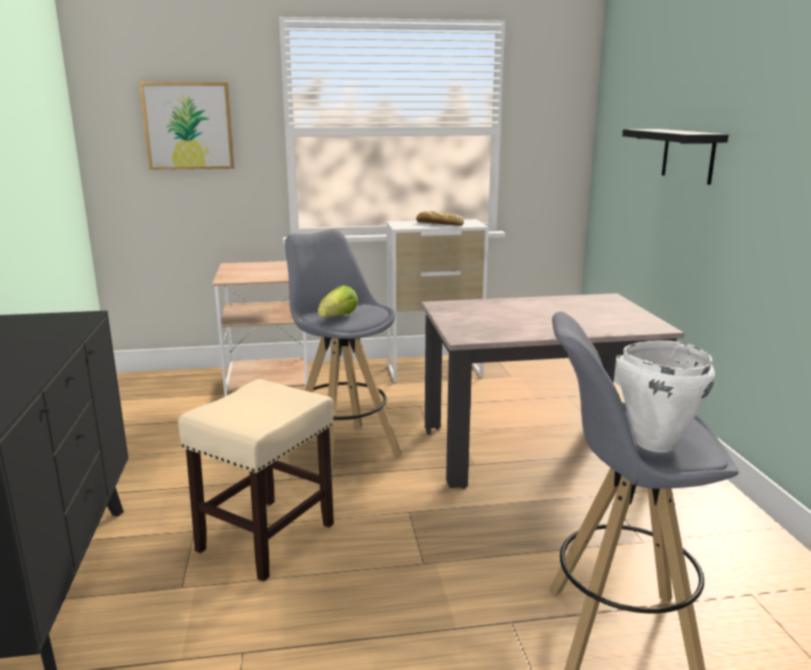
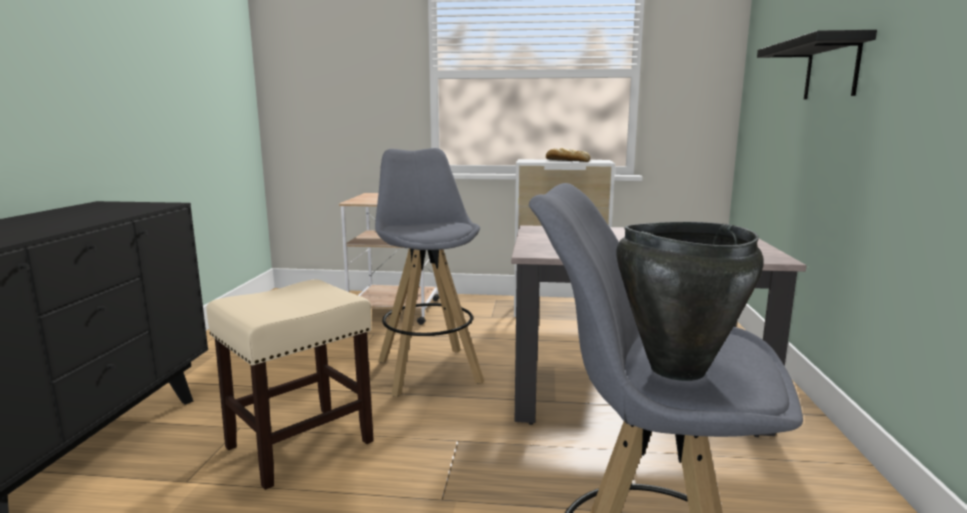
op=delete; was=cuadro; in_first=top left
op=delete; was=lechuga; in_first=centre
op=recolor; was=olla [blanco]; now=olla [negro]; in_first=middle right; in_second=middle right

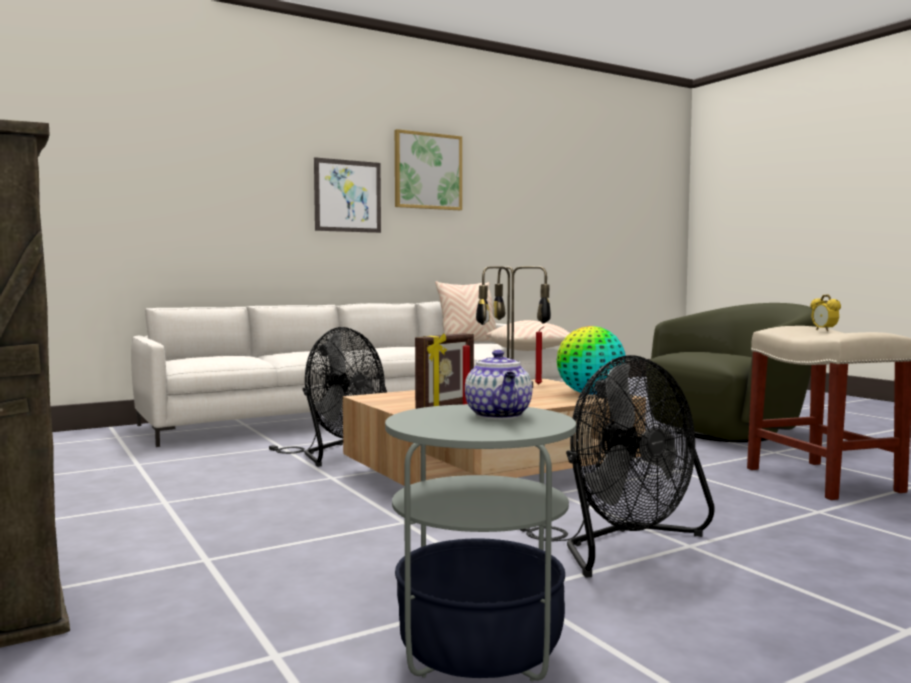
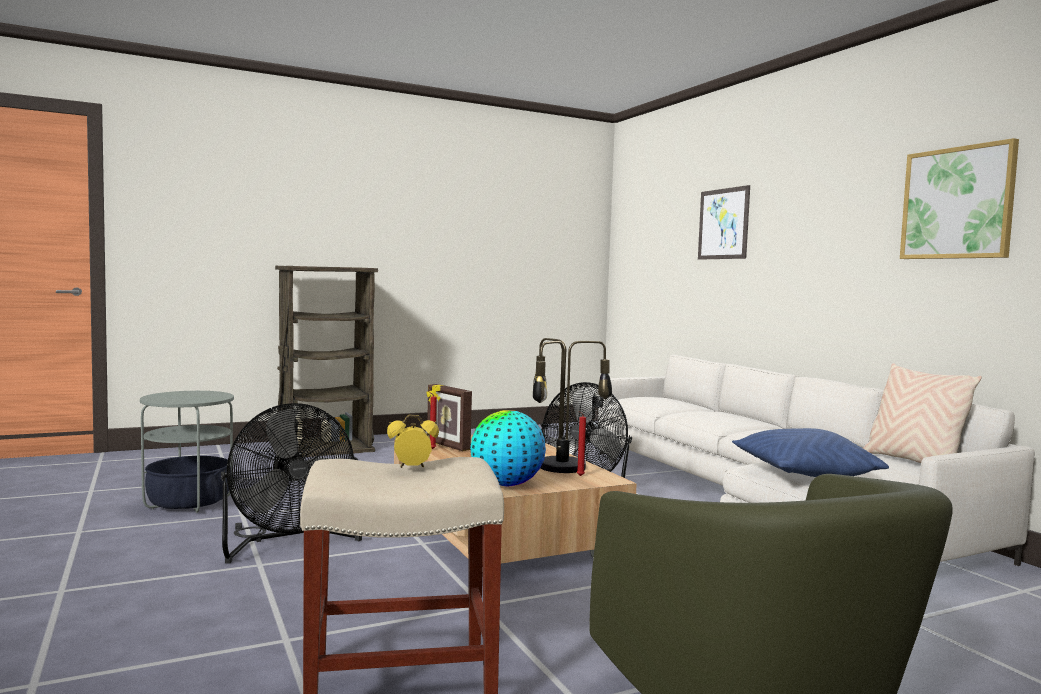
op=move; was=cuadro (1st from left); in_first=top centre; in_second=top right
op=delete; was=tetera; in_first=centre
op=recolor; was=cojín [beis] (2nd from left); now=cojín [azul]; in_first=centre; in_second=middle right
op=rotate; was=ventilador [negro] (2nd from left in the first image); in_first=bottom right; in_second=bottom left; clockwise=-90

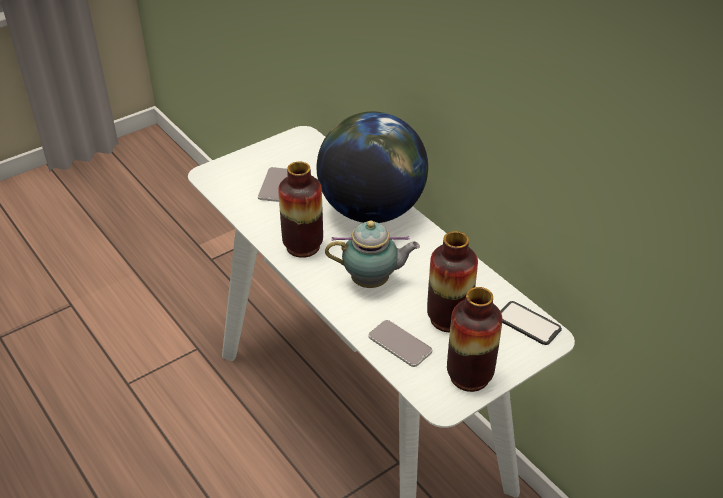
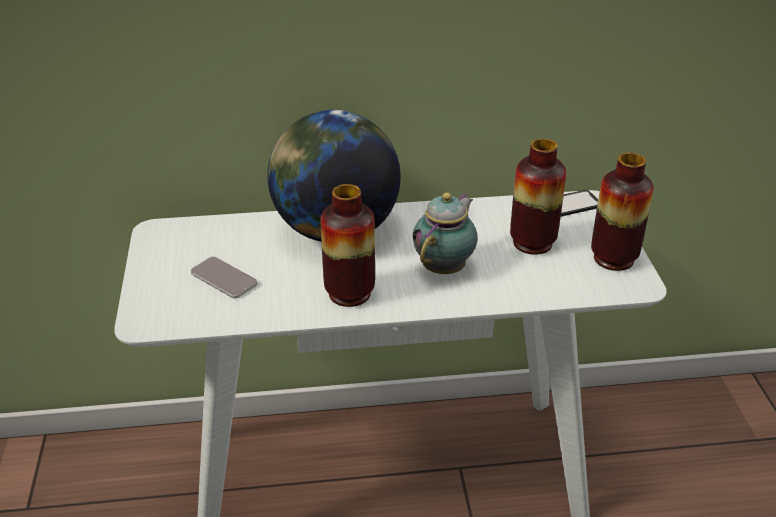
op=delete; was=móvil (2nd from left); in_first=bottom centre

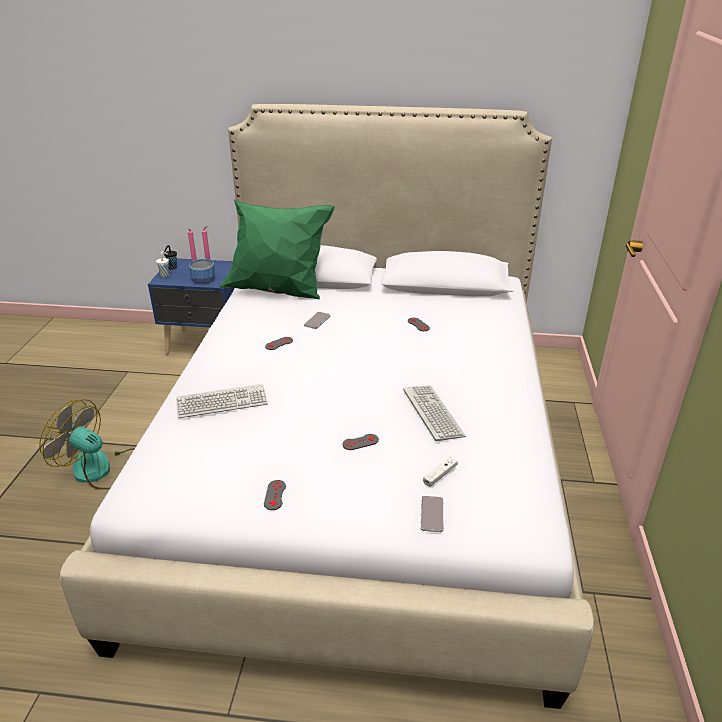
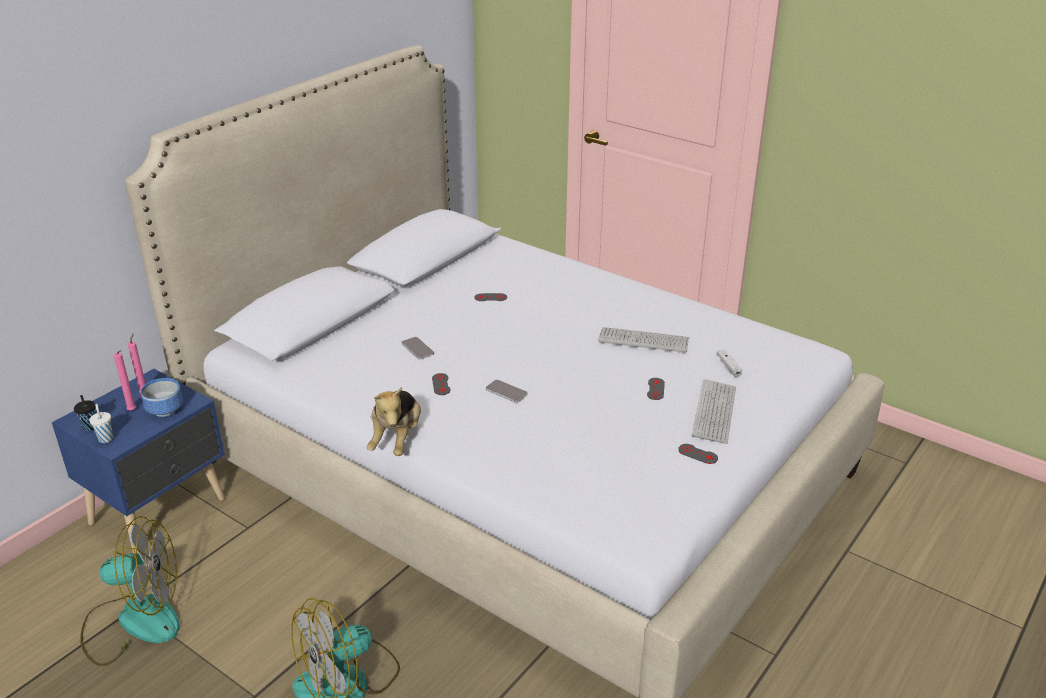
op=move; was=teclado (1st from left in the first image); now=teclado (2nd from left); in_first=middle left; in_second=middle right
op=delete; was=cojín [verde]; in_first=centre
op=move; was=móvil (2nd from left); in_first=bottom centre; in_second=centre
op=insert; now=ventilador (1st from left); in_second=bottom left
op=insert; now=peluche; in_second=centre

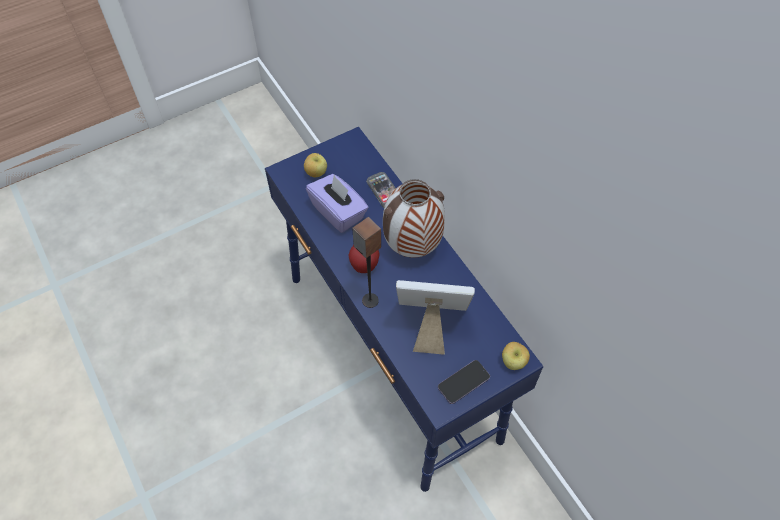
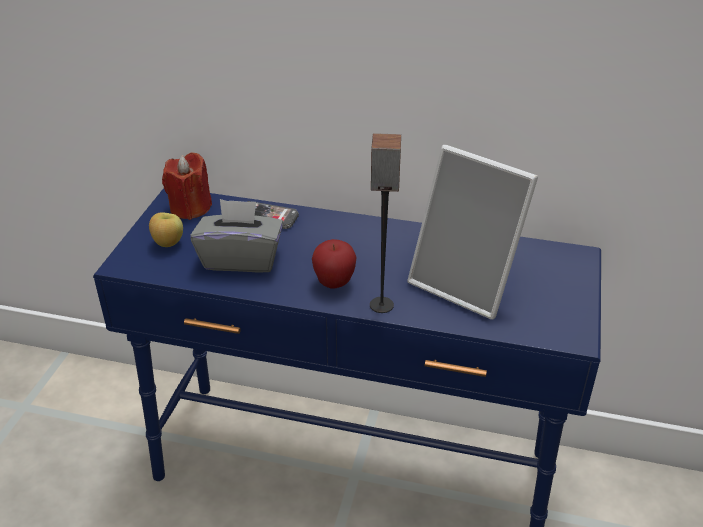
op=recolor; was=caja de pañuelos [morado]; now=caja de pañuelos [gris]; in_first=centre; in_second=centre
op=delete; was=florero; in_first=centre
op=rotate; was=portarretratos; in_first=centre; in_second=middle right; clockwise=-105
op=delete; was=móvil (2nd from left); in_first=bottom centre
op=delete; was=manzana (3rd from left); in_first=bottom centre
op=insert; now=vela [rojo]; in_second=middle left

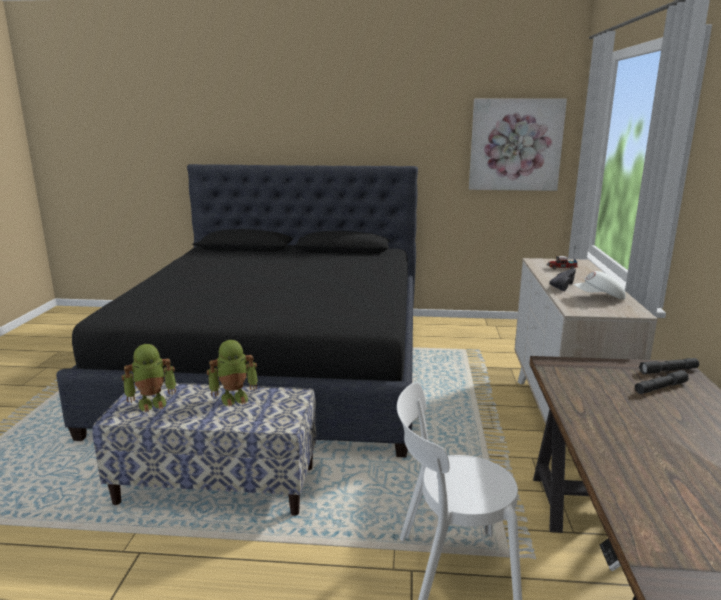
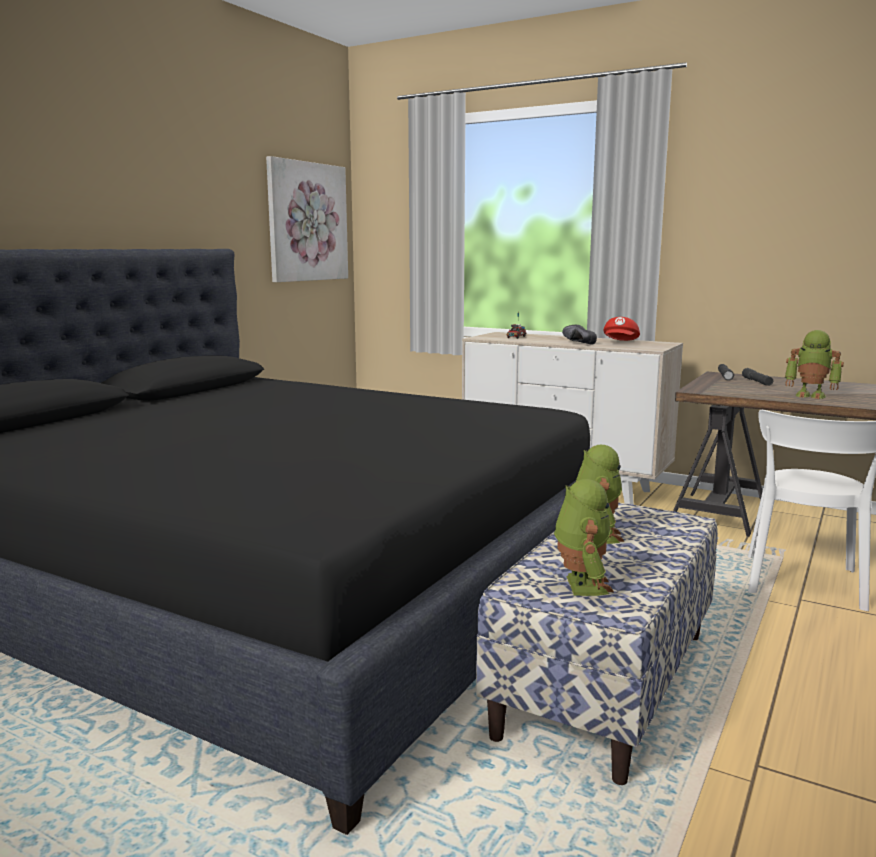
op=recolor; was=gorra [blanco]; now=gorra [rojo]; in_first=middle right; in_second=middle right
op=insert; now=robot de juguete (3rd from left); in_second=middle right

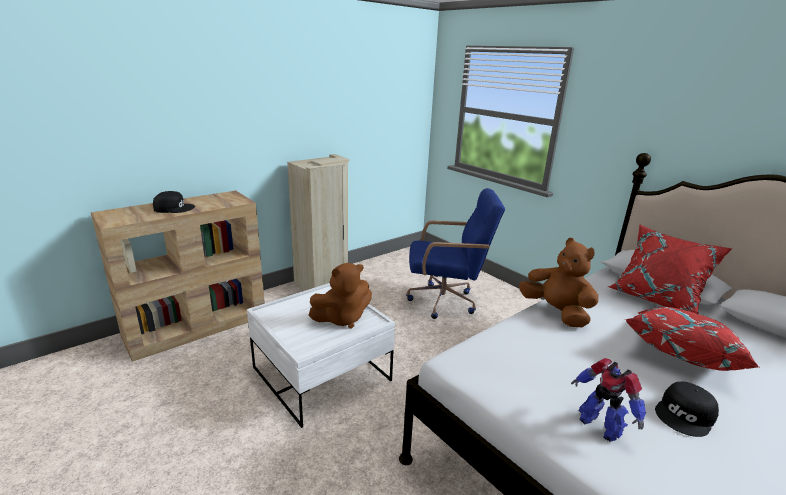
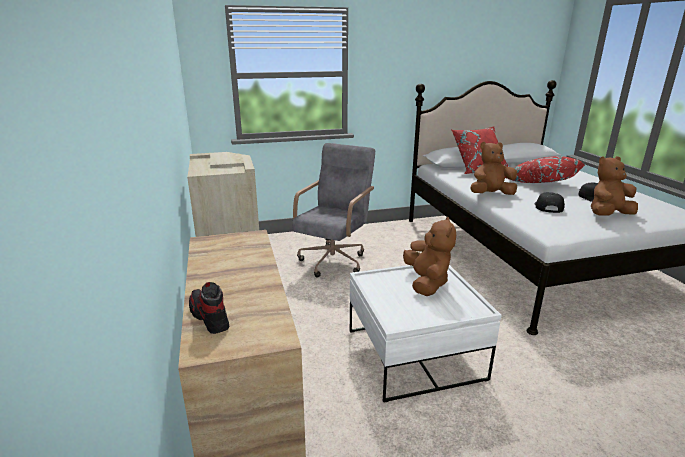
op=move; was=gorra [negro] (1st from left); in_first=middle left; in_second=middle right
op=recolor; was=silla de oficina [azul]; now=silla de oficina [gris]; in_first=centre; in_second=centre
op=replace; was=robot de juguete; now=peluche [marrón] (3rd from left); in_first=bottom right; in_second=middle right
op=insert; now=zapato; in_second=bottom left

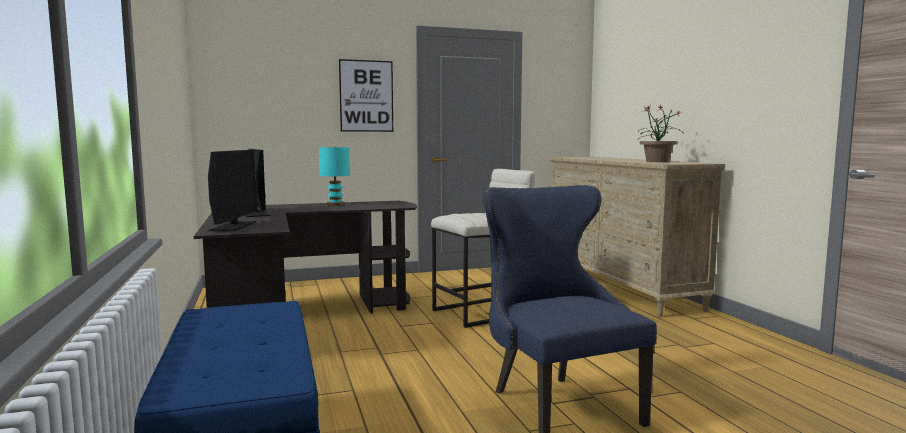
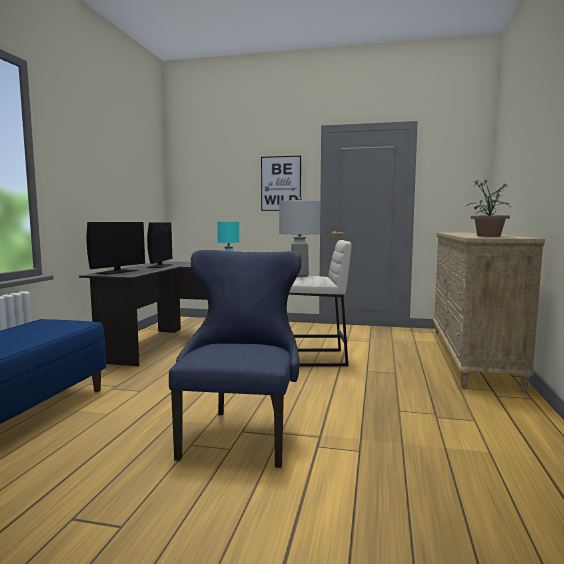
op=insert; now=lámpara de mesa [gris]; in_second=centre

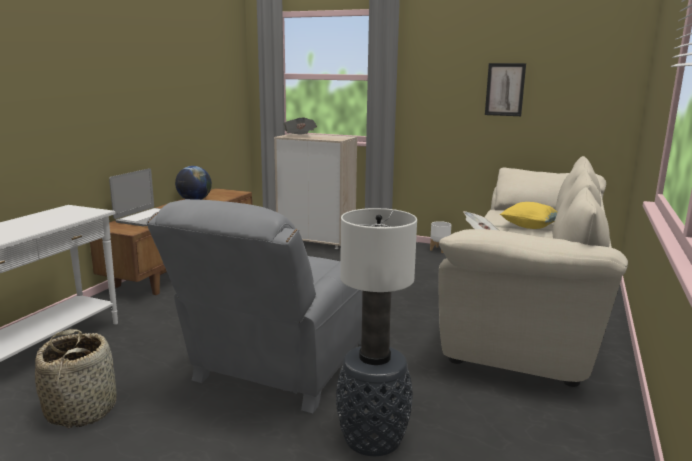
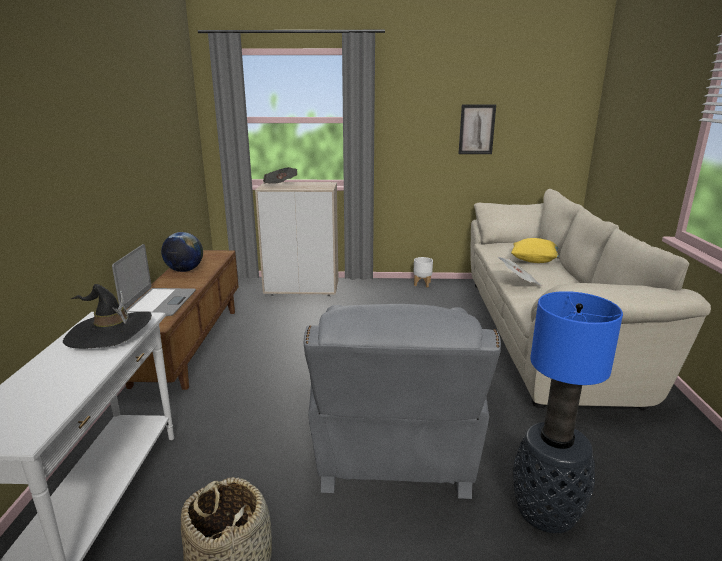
op=recolor; was=lámpara de mesa [blanco]; now=lámpara de mesa [azul]; in_first=centre; in_second=middle right
op=insert; now=sombrero [negro]; in_second=middle left

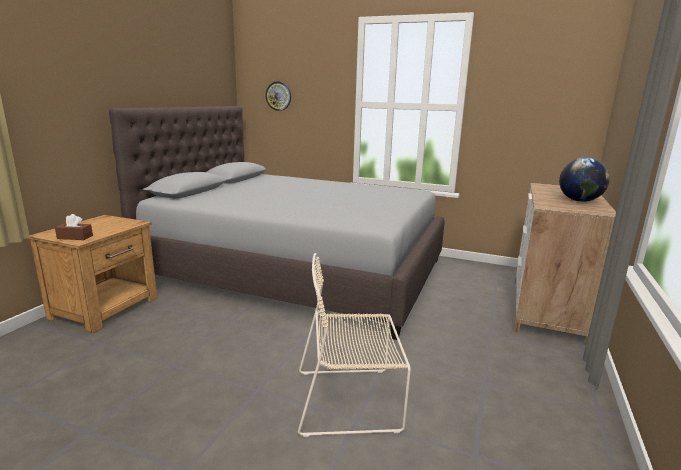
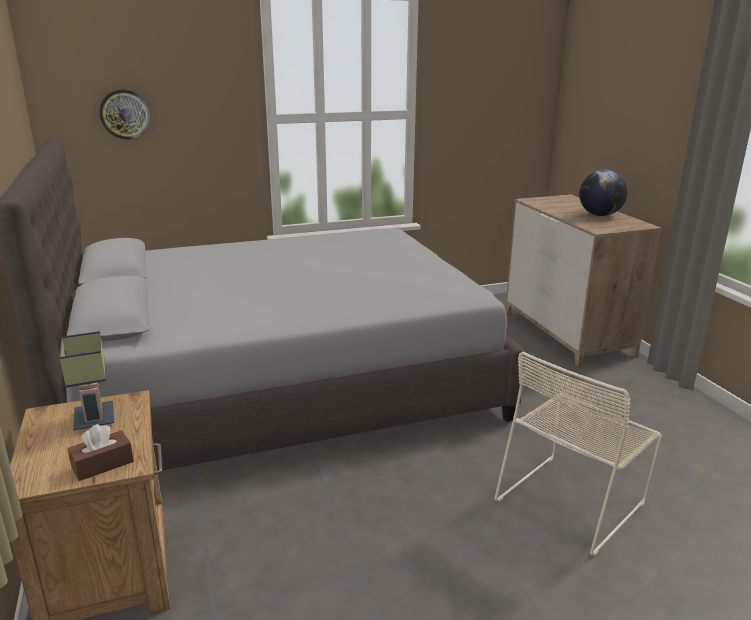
op=insert; now=lámpara de mesa; in_second=middle left

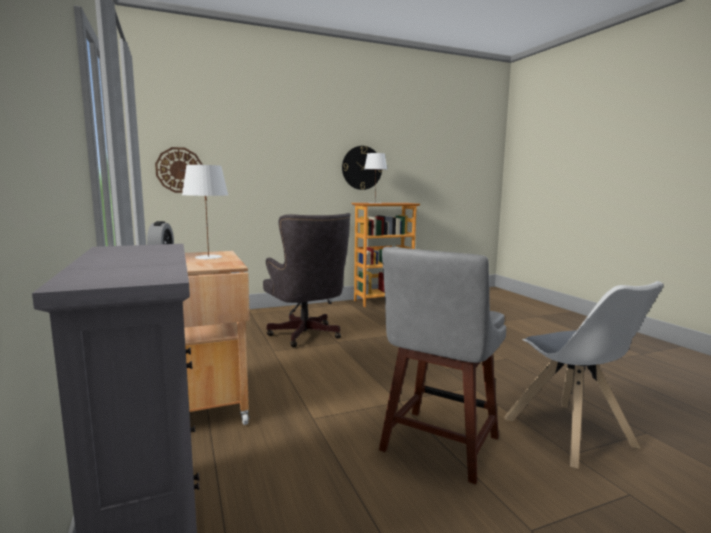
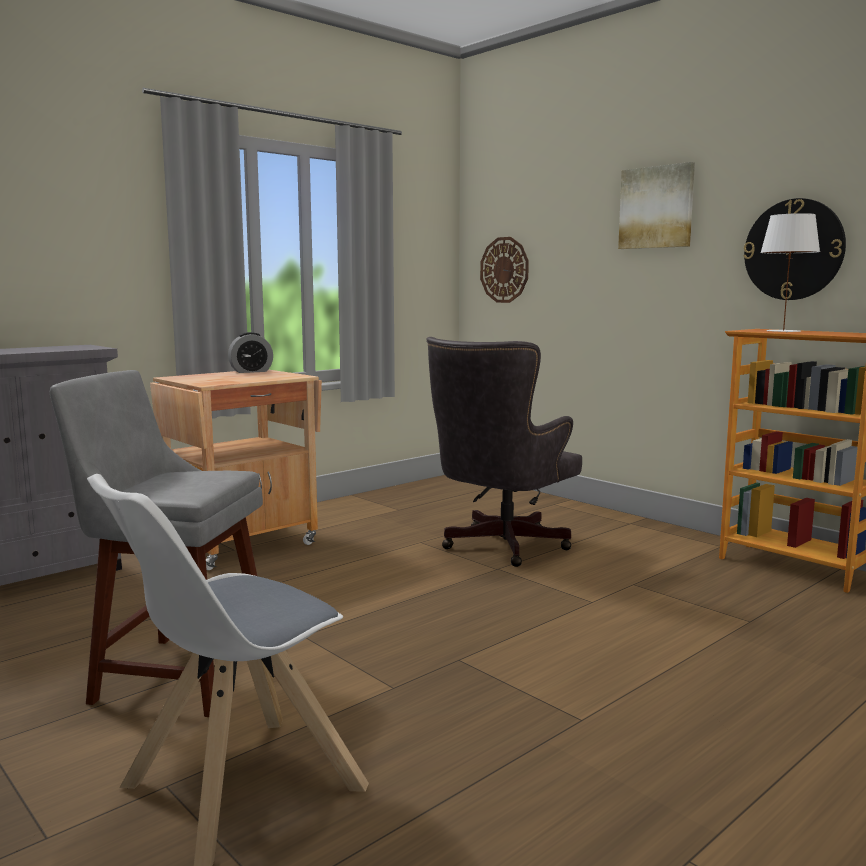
op=delete; was=lámpara de mesa [blanco] (1st from left); in_first=middle left
op=insert; now=cuadro; in_second=top right

